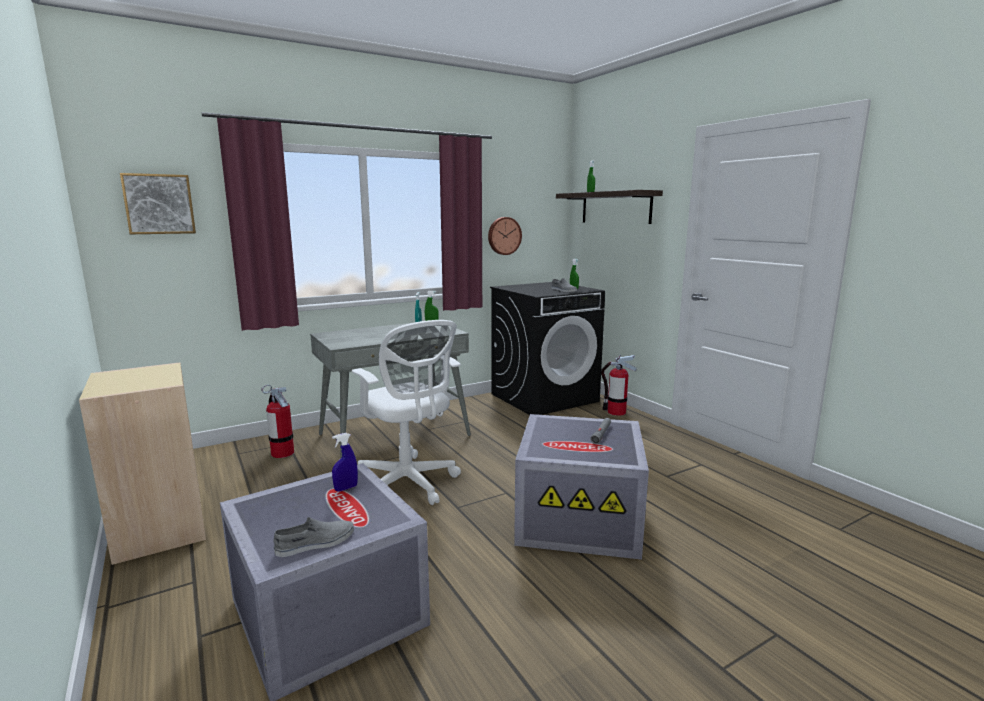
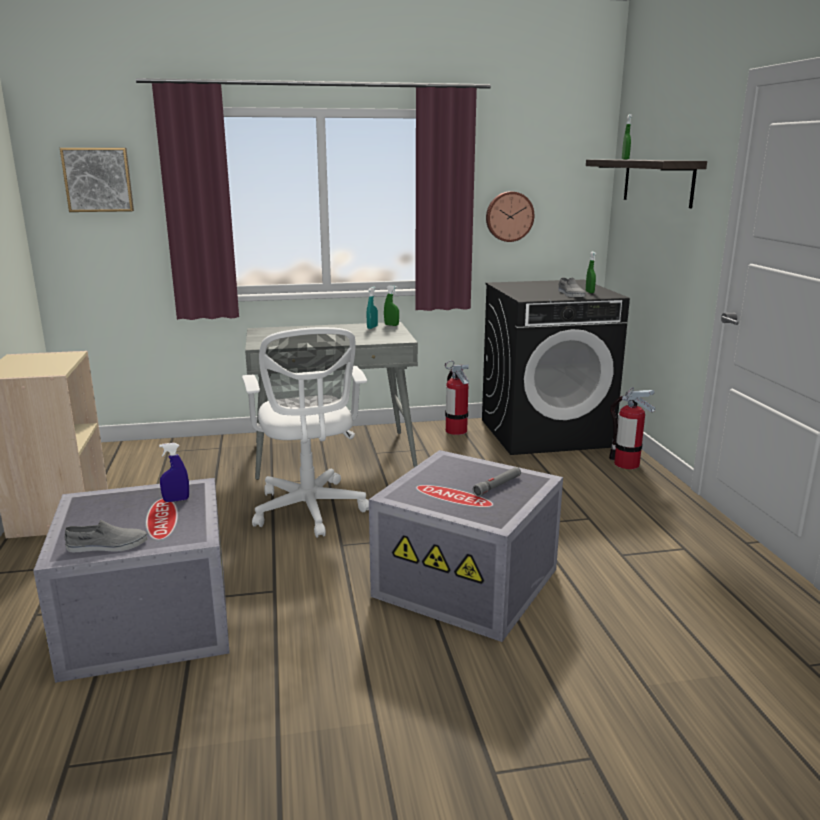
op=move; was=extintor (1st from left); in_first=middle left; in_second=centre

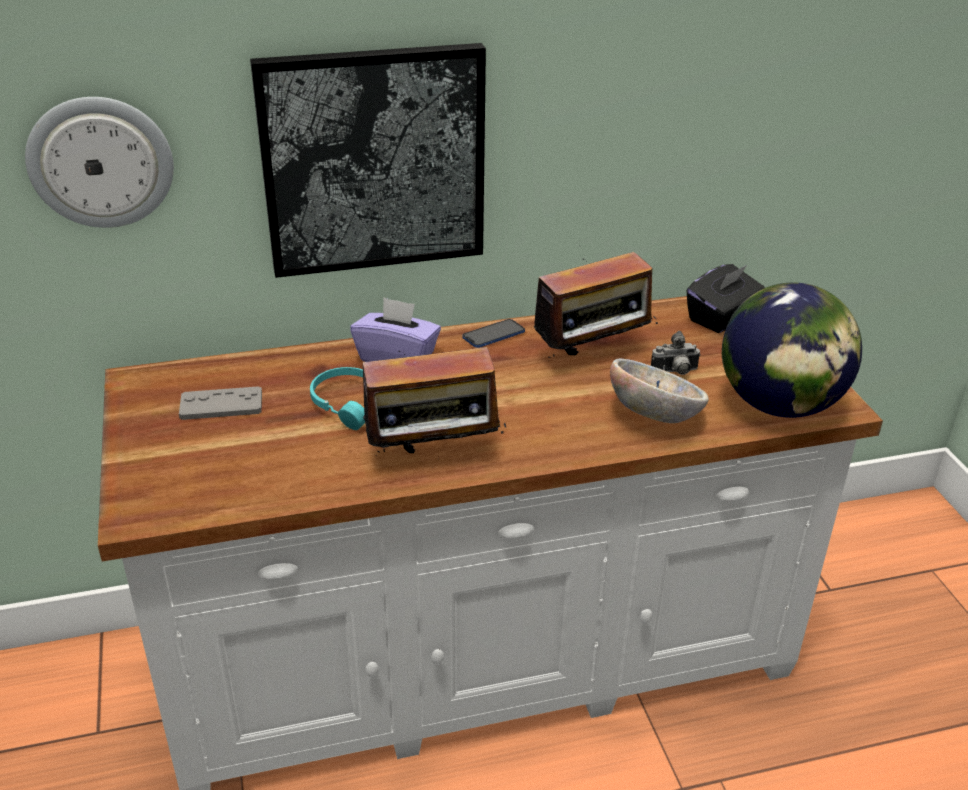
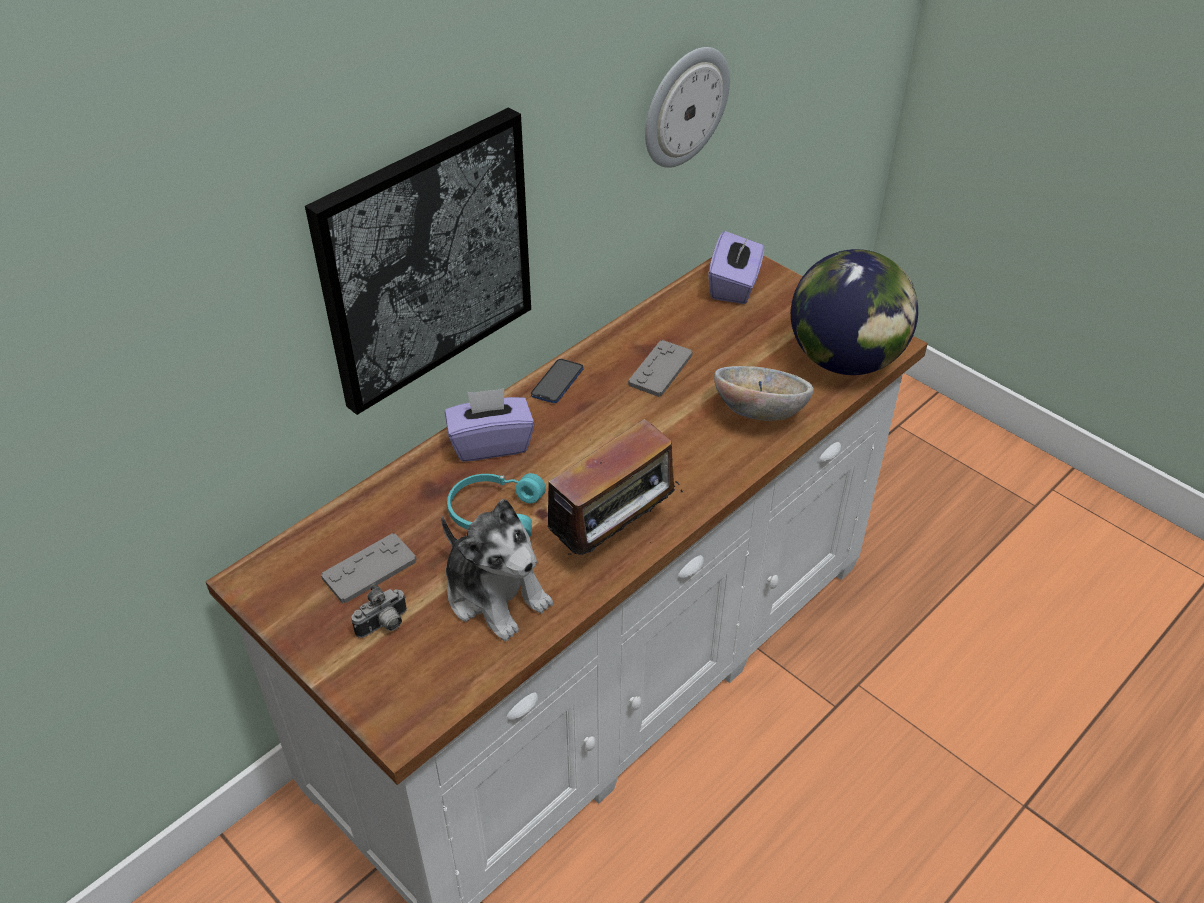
op=move; was=reloj de pared; in_first=top left; in_second=top centre
op=replace; was=radio (2nd from left); now=mando de consola [gris] (2nd from left); in_first=centre; in_second=centre
op=move; was=cámara; in_first=middle right; in_second=bottom left
op=recolor; was=caja de pañuelos [negro]; now=caja de pañuelos [morado] (2nd from left); in_first=middle right; in_second=top centre
op=insert; now=peluche; in_second=centre

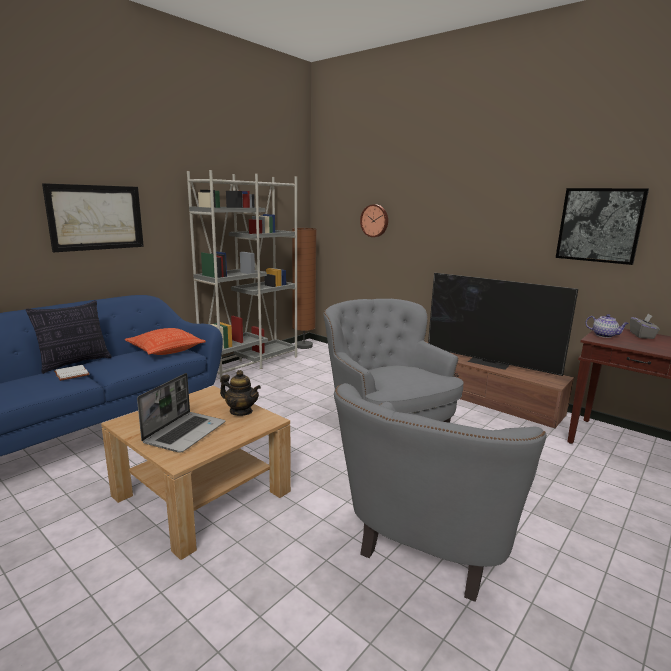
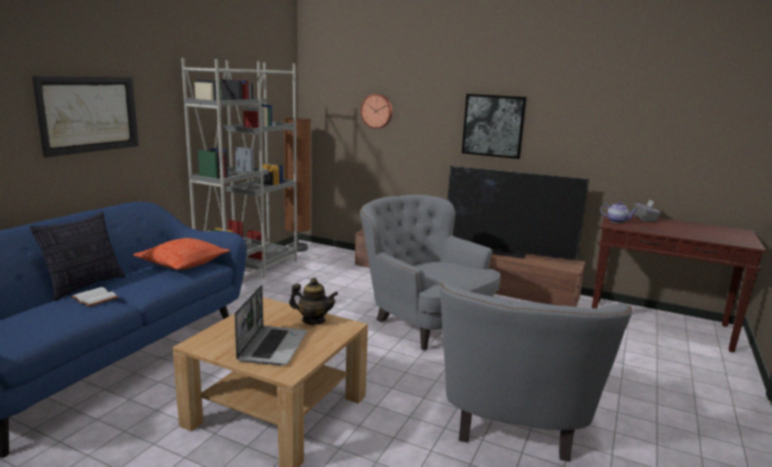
op=move; was=cuadro (2nd from left); in_first=middle right; in_second=top centre

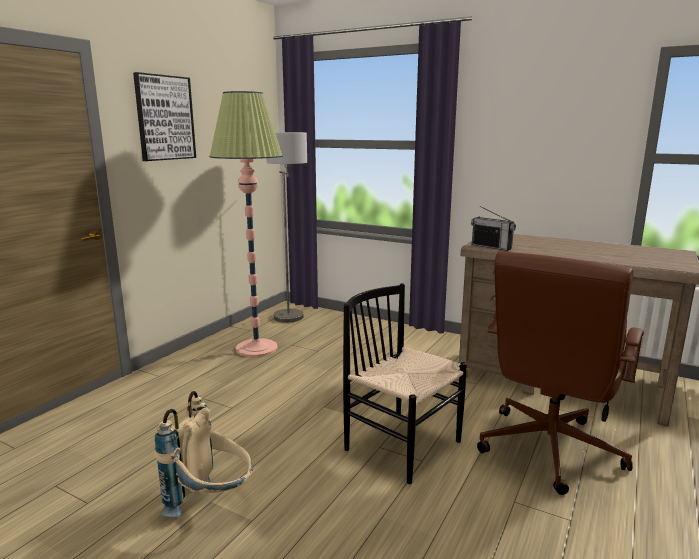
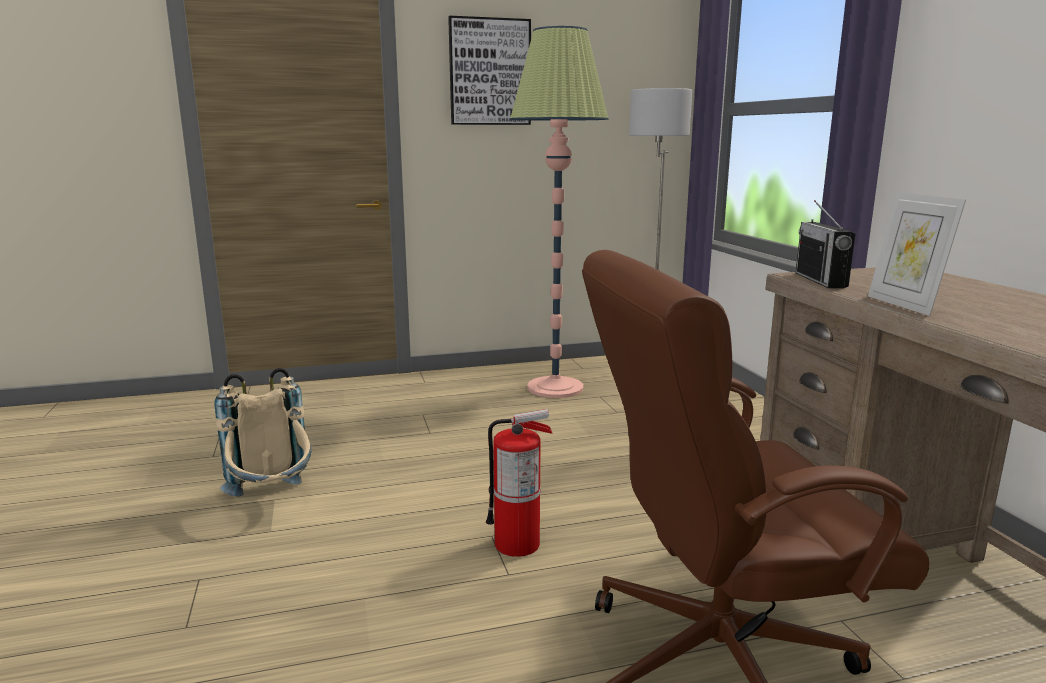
op=replace; was=silla [negro]; now=extintor; in_first=bottom centre; in_second=bottom centre
op=insert; now=portarretratos; in_second=middle right

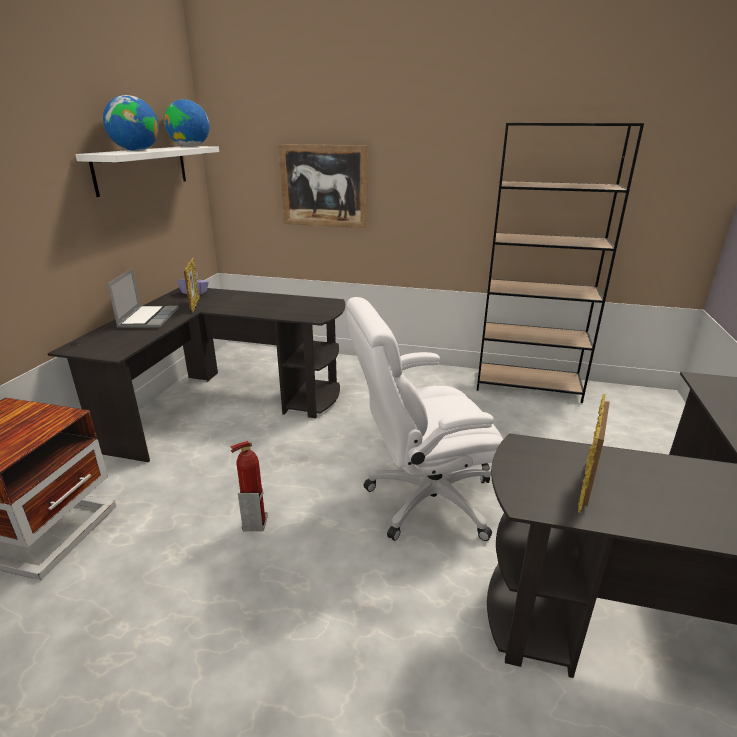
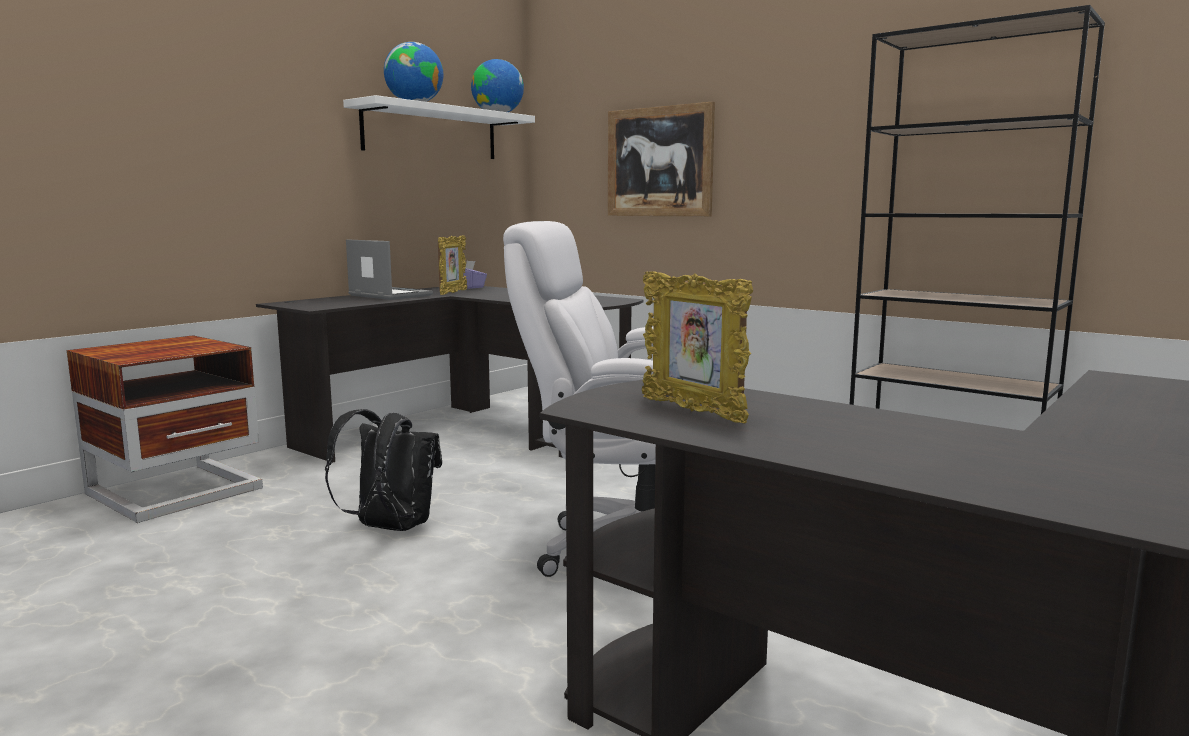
op=rotate; was=portátil; in_first=middle left; in_second=middle left; clockwise=-75
op=replace; was=extintor; now=mochila [negro]; in_first=centre; in_second=middle left
op=rotate; was=portarretratos (2nd from left); in_first=middle right; in_second=centre; clockwise=-90

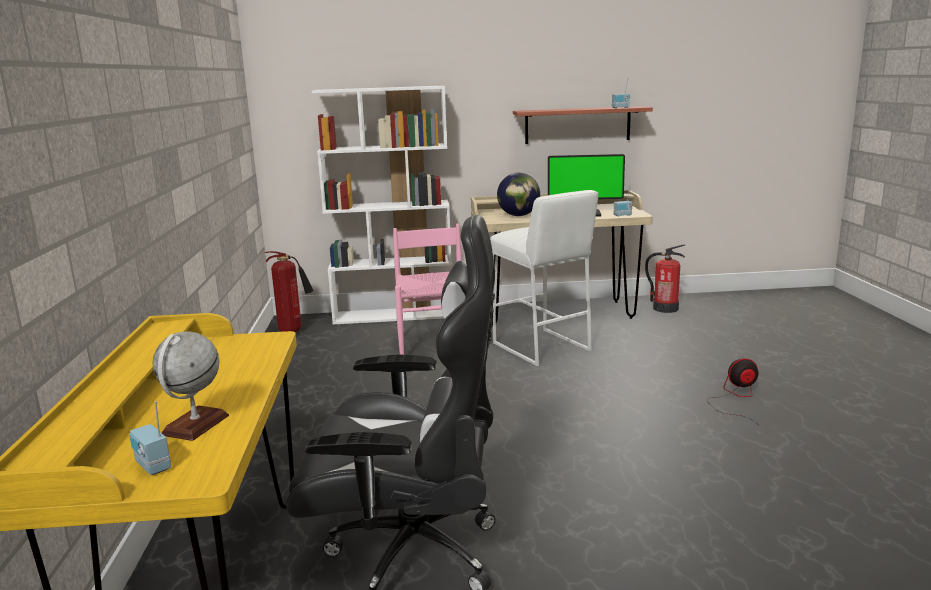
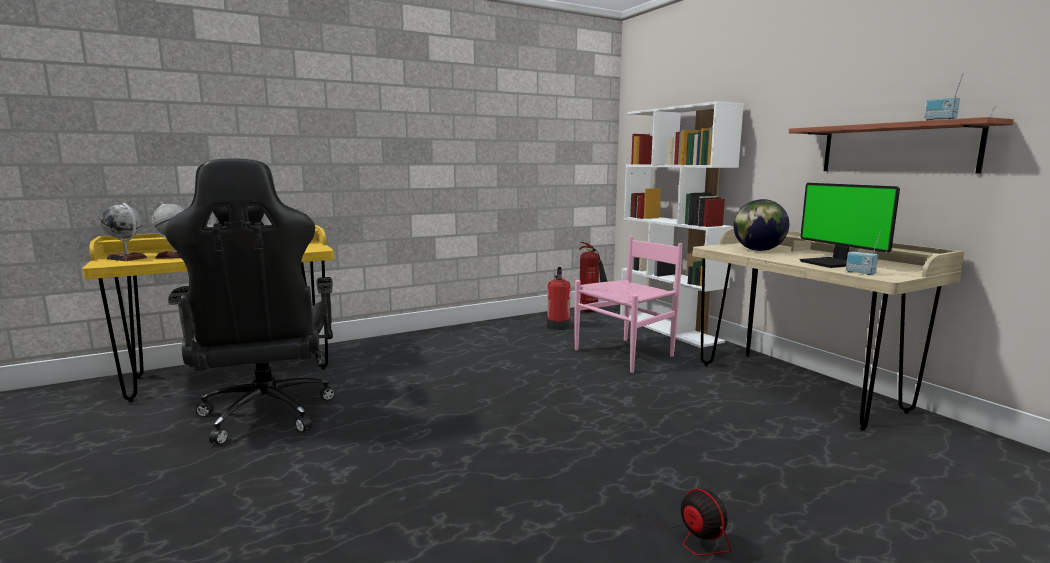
op=replace; was=radio (1st from left); now=globo terráqueo (1st from left); in_first=bottom left; in_second=middle left
op=delete; was=taburete [blanco]; in_first=centre
op=move; was=extintor (2nd from left in the first image); now=extintor (1st from left); in_first=middle right; in_second=centre

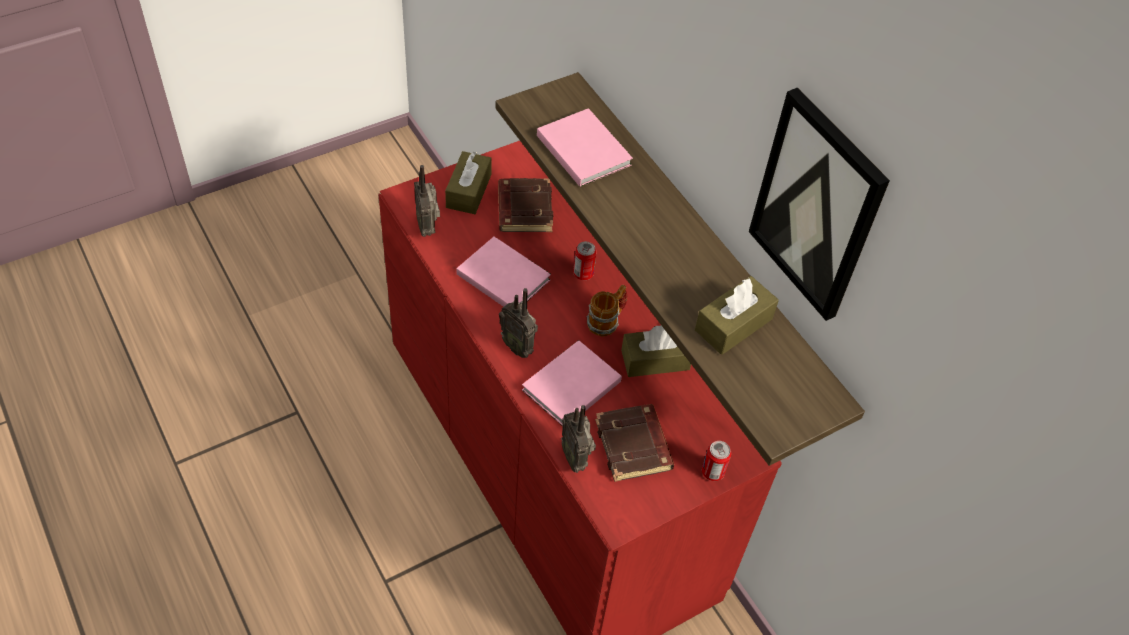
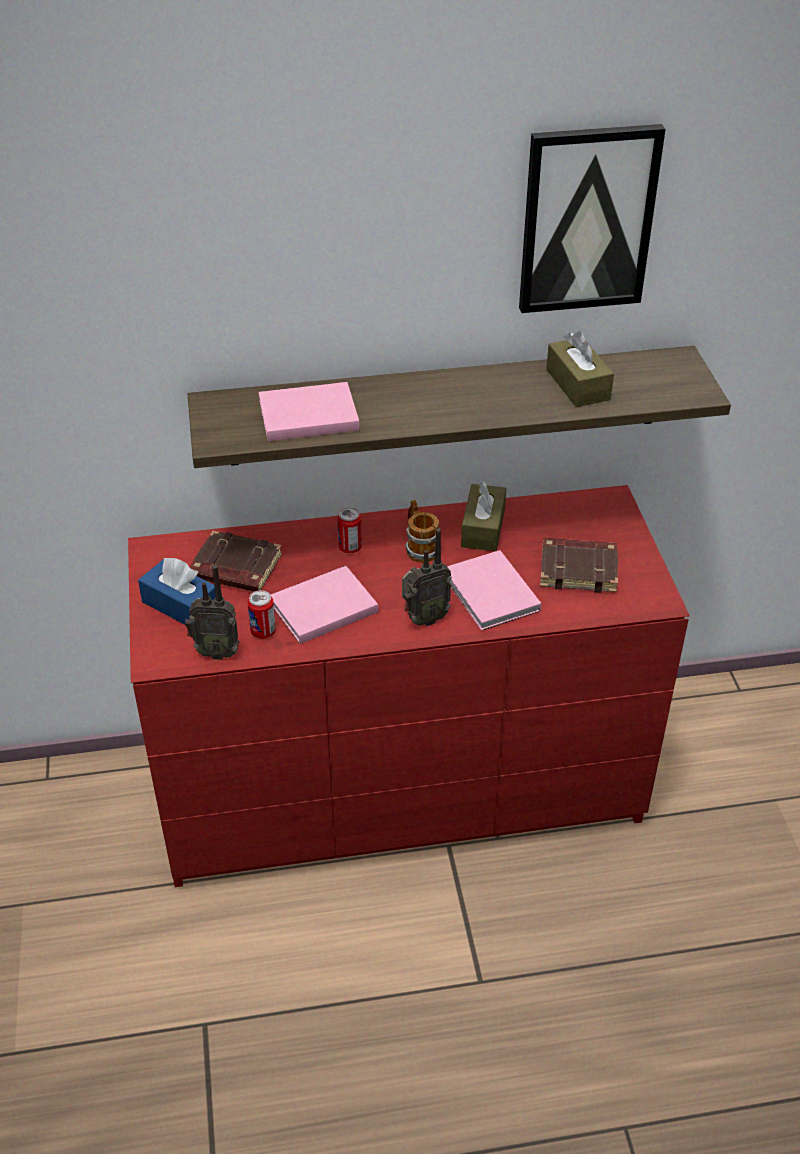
op=recolor; was=caja de pañuelos [marrón] (1st from left); now=caja de pañuelos [azul]; in_first=top centre; in_second=middle left
op=delete; was=radio (3rd from left); in_first=bottom centre
op=move; was=lata (2nd from left in the first image); now=lata (1st from left); in_first=bottom centre; in_second=middle left

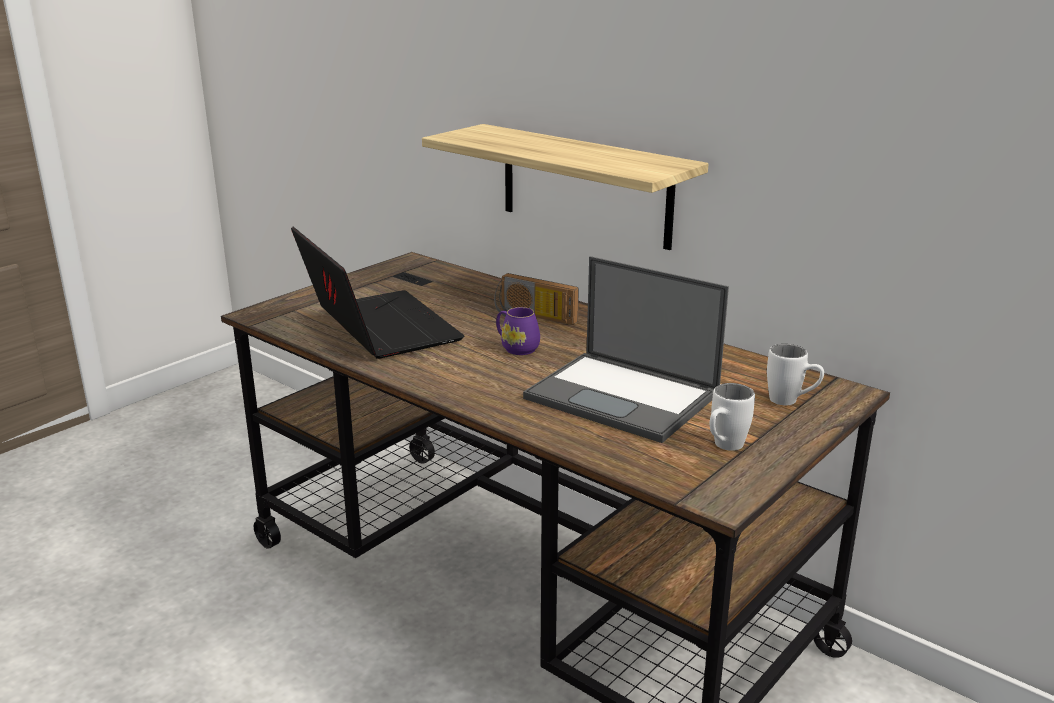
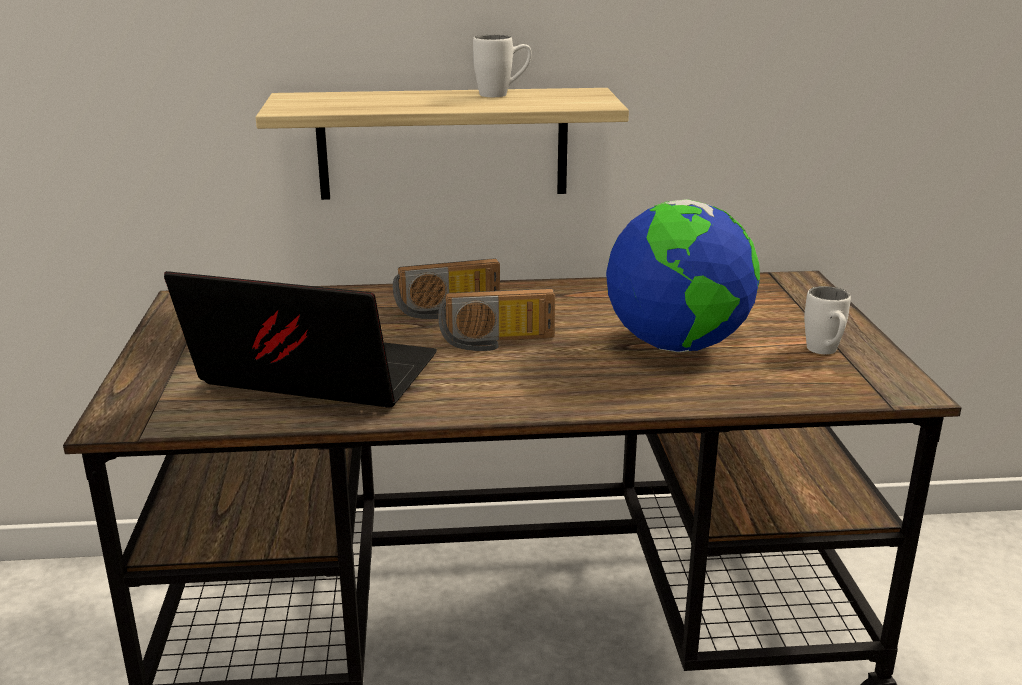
op=replace; was=taza grande [morado]; now=radio (2nd from left); in_first=centre; in_second=centre
op=replace; was=portátil (2nd from left); now=globo terráqueo; in_first=centre; in_second=middle right
op=move; was=taza grande [blanco] (2nd from left in the first image); now=taza grande [blanco] (1st from left); in_first=middle right; in_second=top centre

